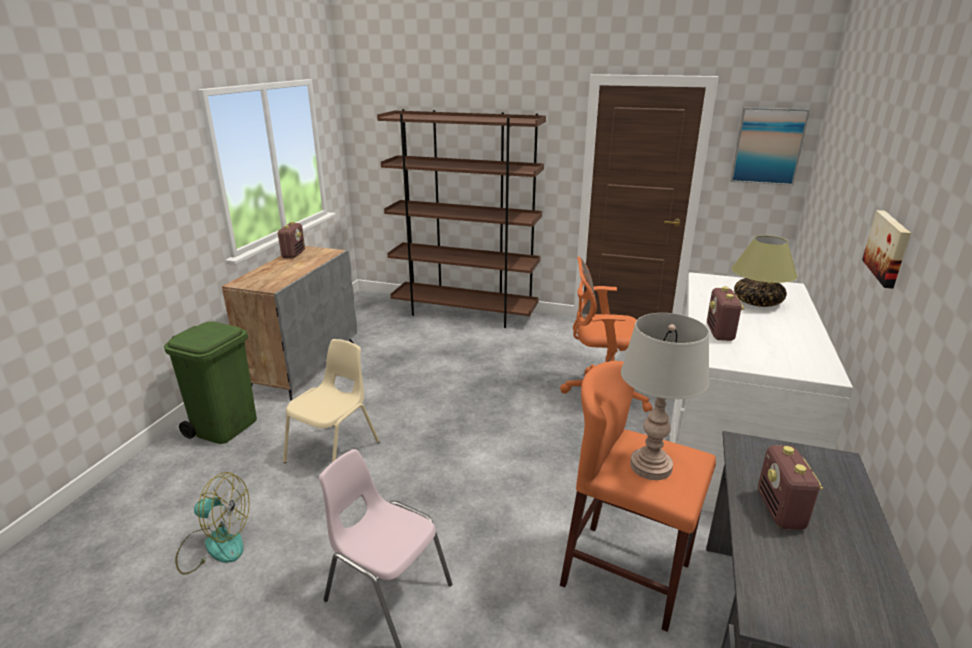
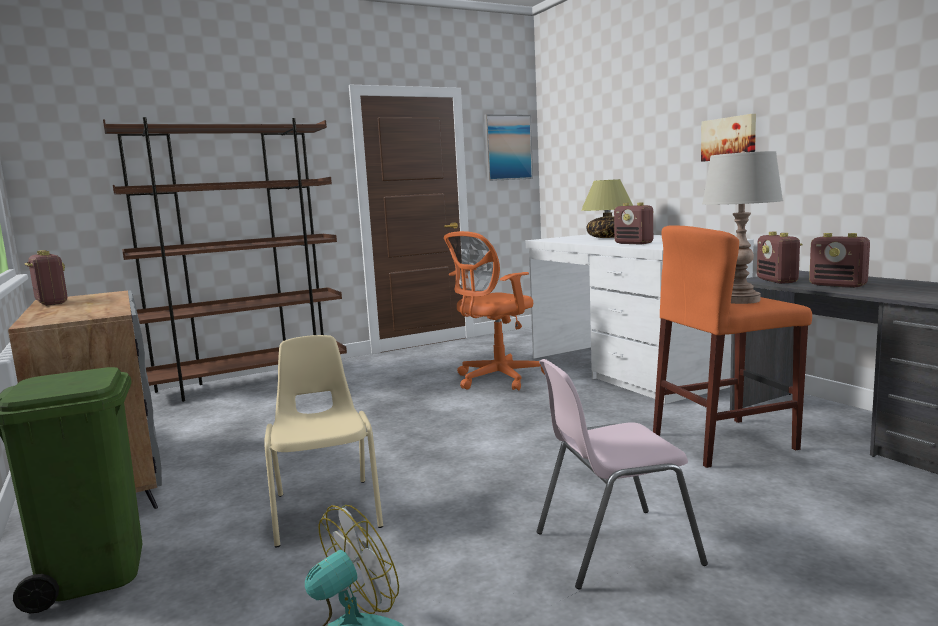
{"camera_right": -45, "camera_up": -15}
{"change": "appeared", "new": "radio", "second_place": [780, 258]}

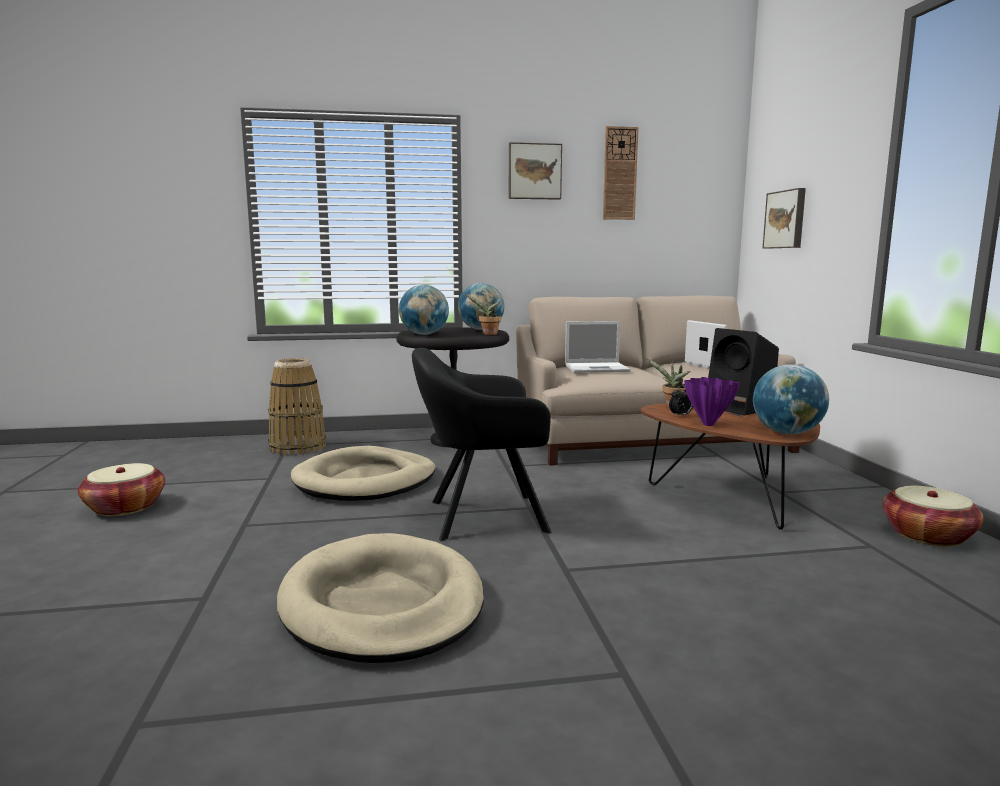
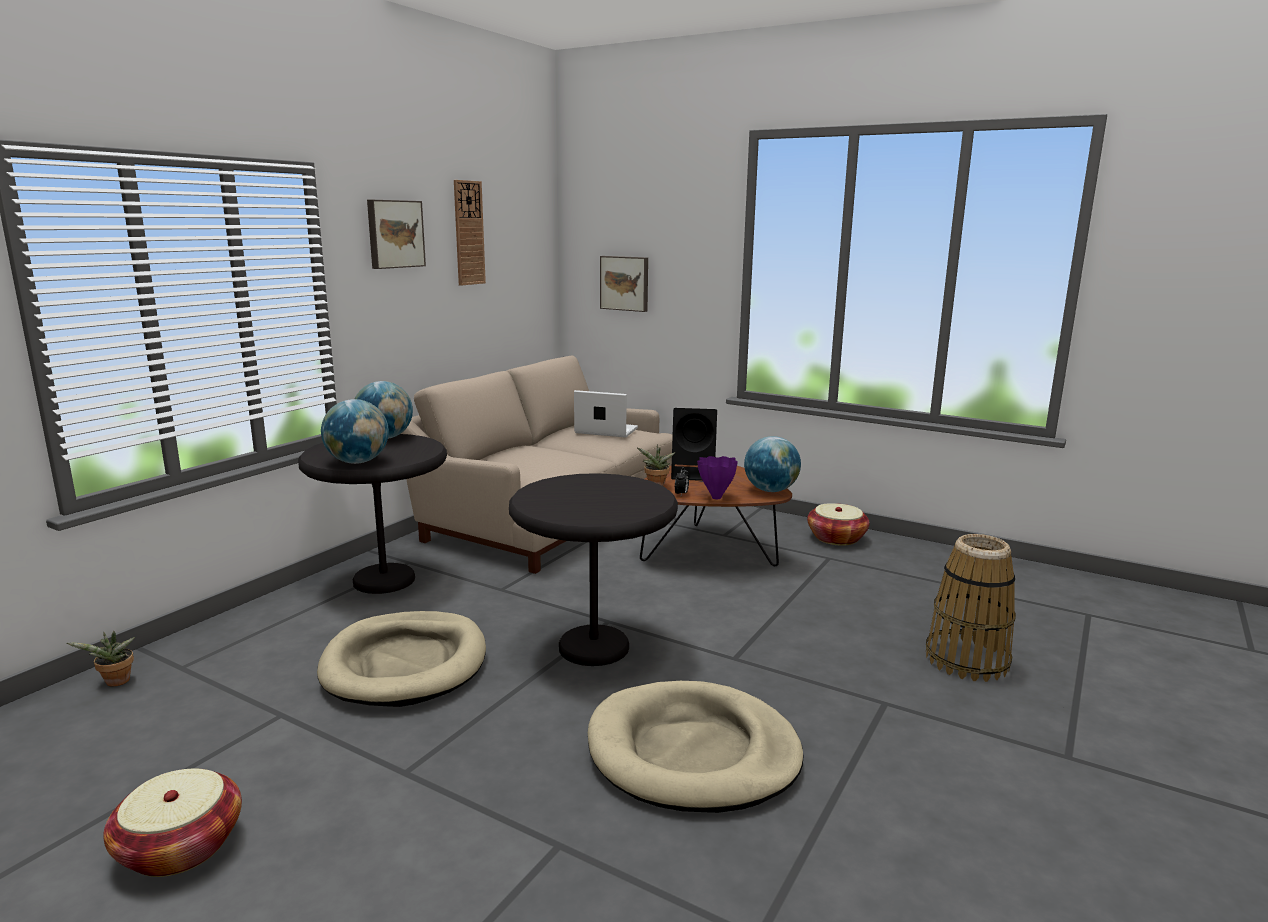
{"camera_right": -50, "camera_up": 5}
{"change": "missing", "old": "portátil", "first_place": [598, 347]}
{"change": "relocated", "old": "cesta", "first_place": [297, 406], "second_place": [971, 608]}
{"change": "relocated", "old": "planta en maceta", "first_place": [483, 314], "second_place": [101, 659]}
{"change": "exchanged", "old": "sillón [negro]", "new": "mesa auxiliar [negro]", "first_place": [482, 444], "second_place": [593, 569]}

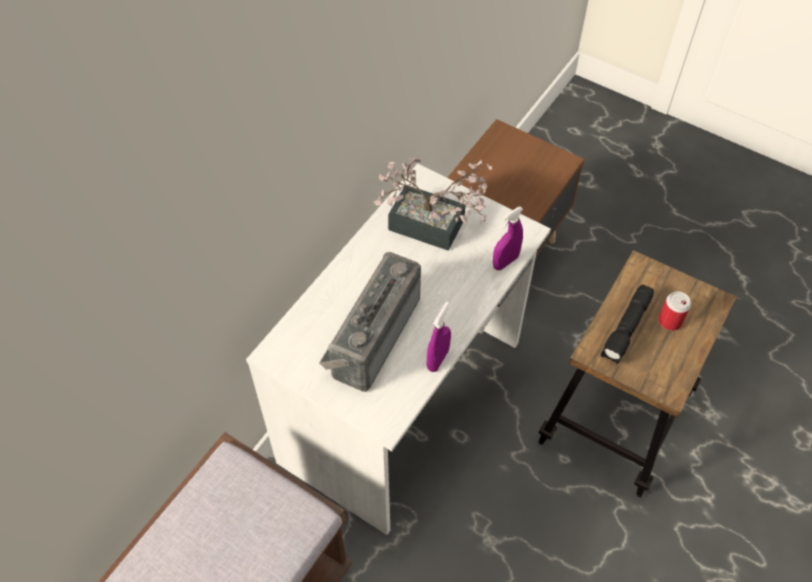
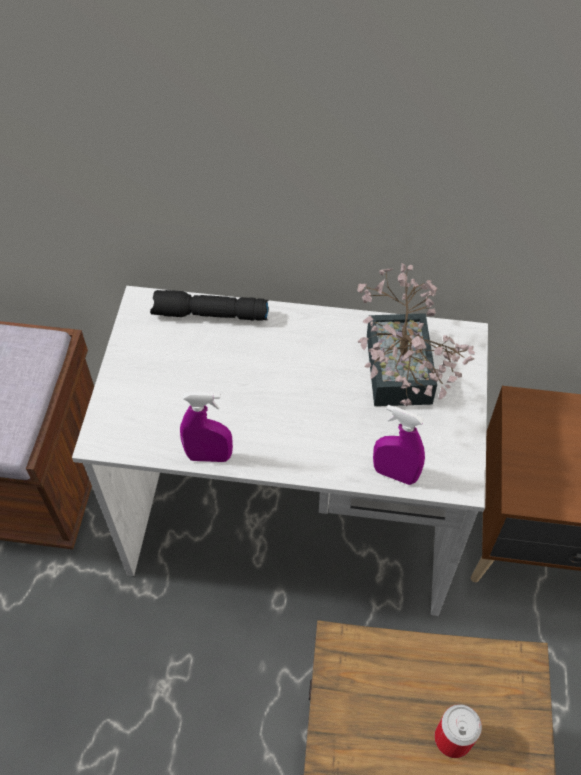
{"camera_right": 65, "camera_up": 0}
{"change": "missing", "old": "radio", "first_place": [370, 322]}
{"change": "relocated", "old": "linterna [negro]", "first_place": [627, 324], "second_place": [209, 305]}

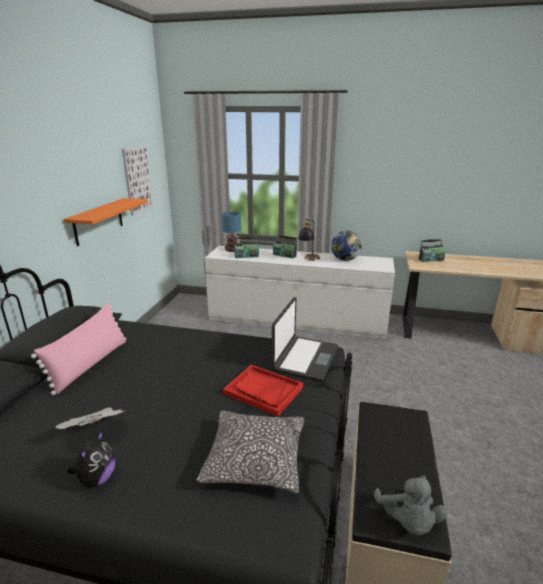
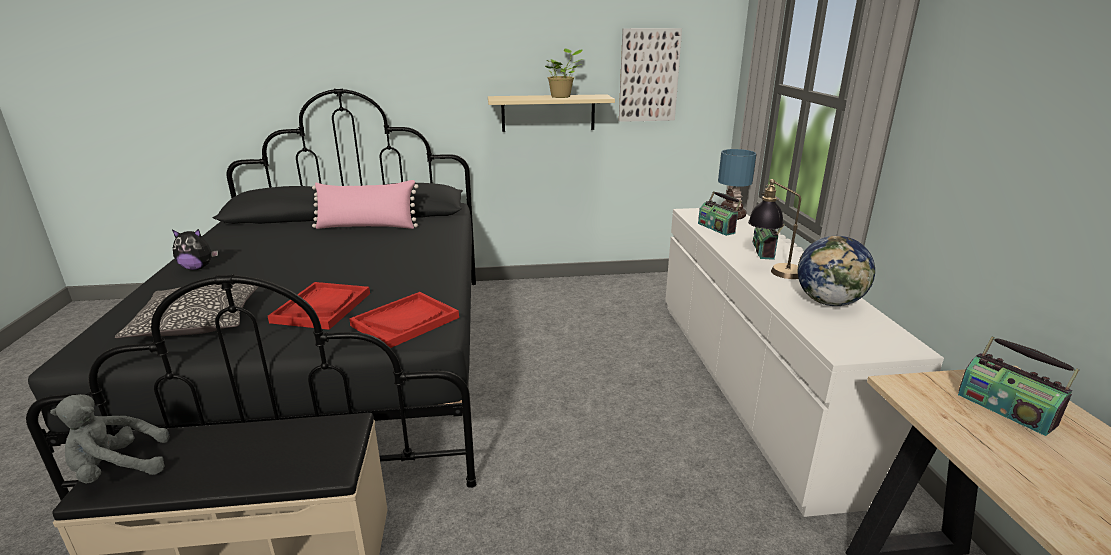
{"camera_right": 70, "camera_up": 0}
{"change": "missing", "old": "periódico", "first_place": [89, 418]}
{"change": "appeared", "new": "planta en maceta", "second_place": [564, 73]}
{"change": "exchanged", "old": "portátil", "new": "bandeja [rojo]", "first_place": [305, 339], "second_place": [404, 320]}
{"change": "colour", "old": "estante [naranja]", "new": "estante [beis]", "first_place": [105, 222], "second_place": [551, 113]}

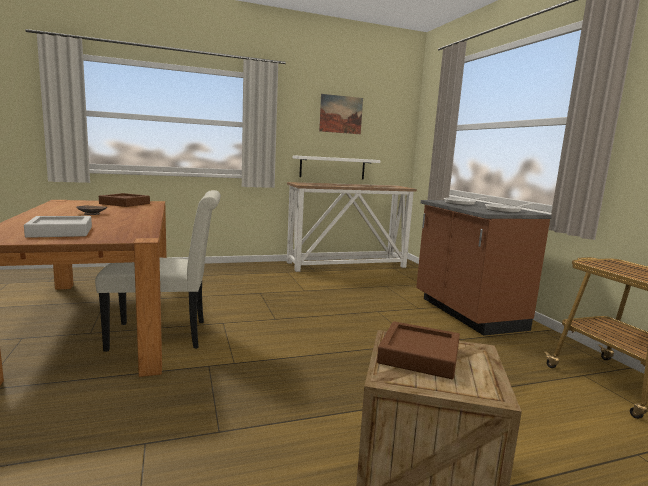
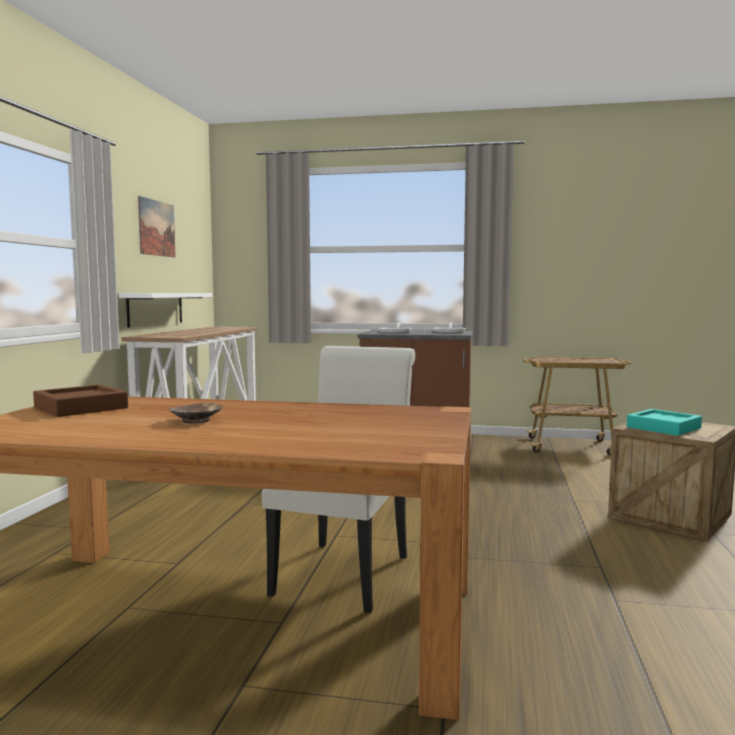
{"camera_right": -60, "camera_up": -5}
{"change": "missing", "old": "bandeja [gris]", "first_place": [58, 227]}
{"change": "colour", "old": "bandeja [marrón]", "new": "bandeja [turquesa]", "first_place": [418, 350], "second_place": [664, 422]}

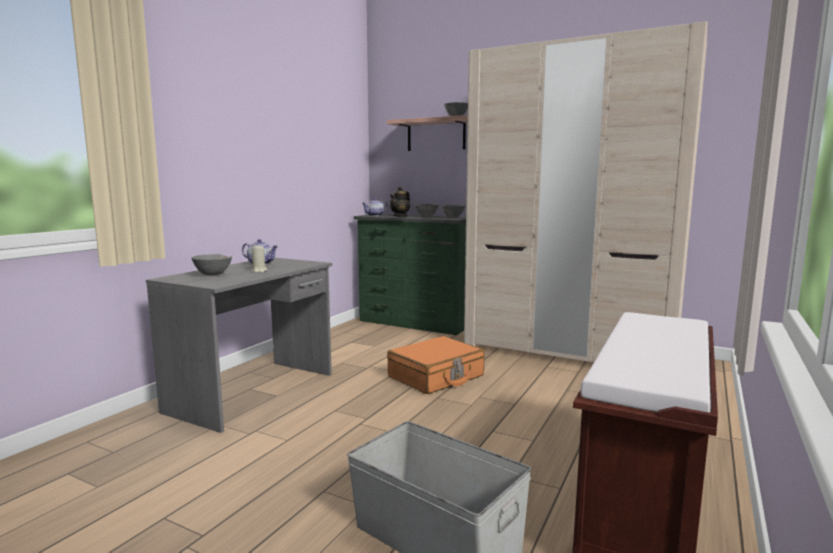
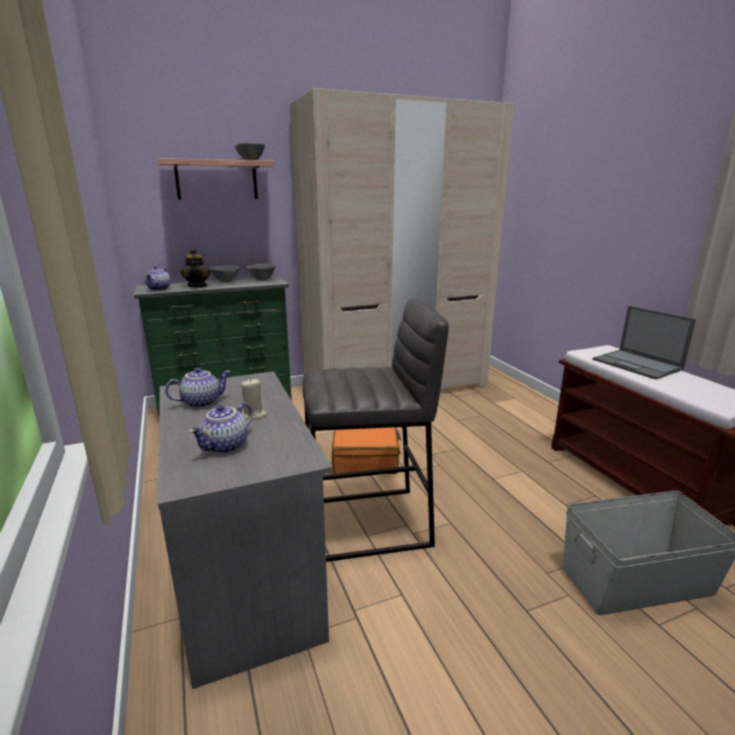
{"camera_right": -50, "camera_up": 10}
{"change": "appeared", "new": "taburete [gris]", "second_place": [375, 430]}
{"change": "appeared", "new": "portátil", "second_place": [644, 342]}
{"change": "exchanged", "old": "cuenco [gris]", "new": "tetera", "first_place": [211, 264], "second_place": [221, 428]}

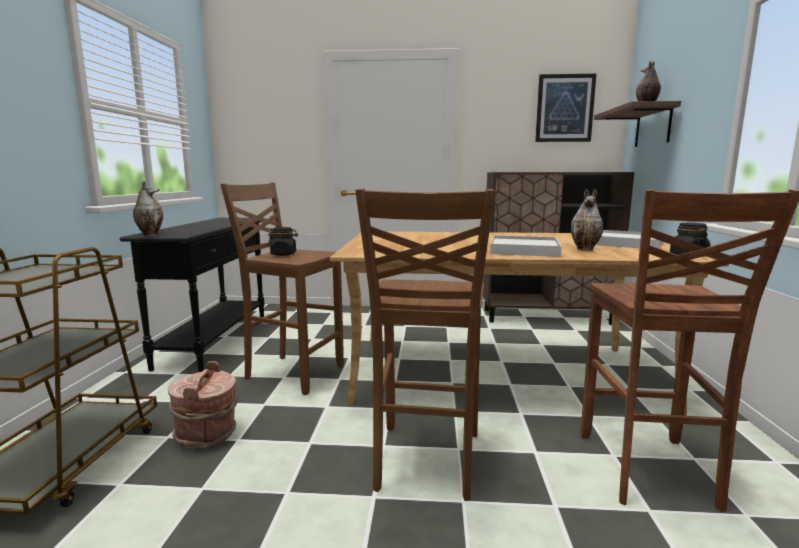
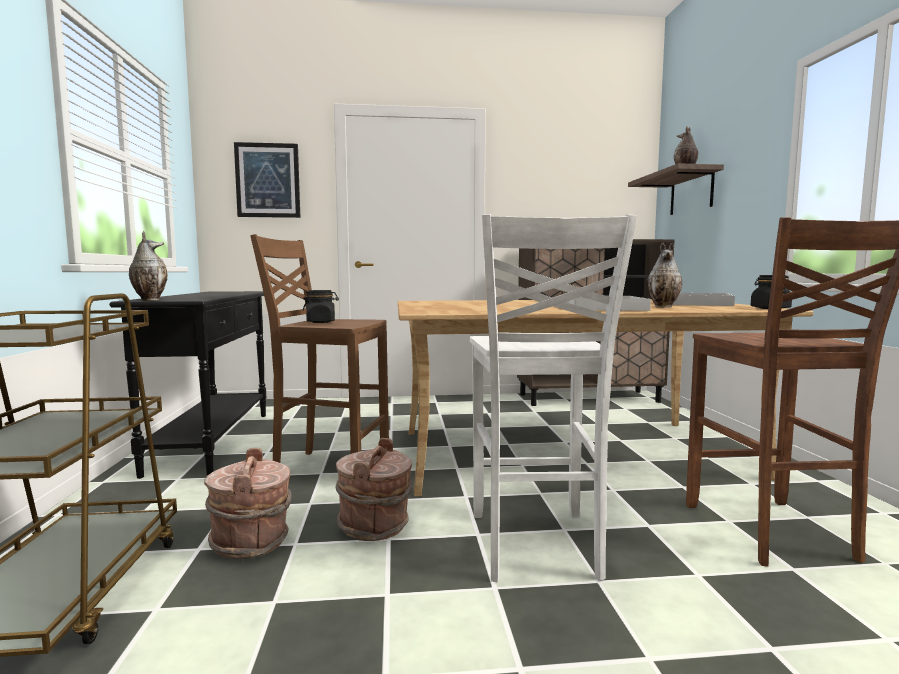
{"camera_right": -10, "camera_up": -5}
{"change": "appeared", "new": "cubo [marrón]", "second_place": [373, 489]}
{"change": "relocated", "old": "cuadro", "first_place": [565, 108], "second_place": [267, 180]}
{"change": "colour", "old": "taburete [marrón]", "new": "taburete [blanco]", "first_place": [425, 344], "second_place": [553, 398]}

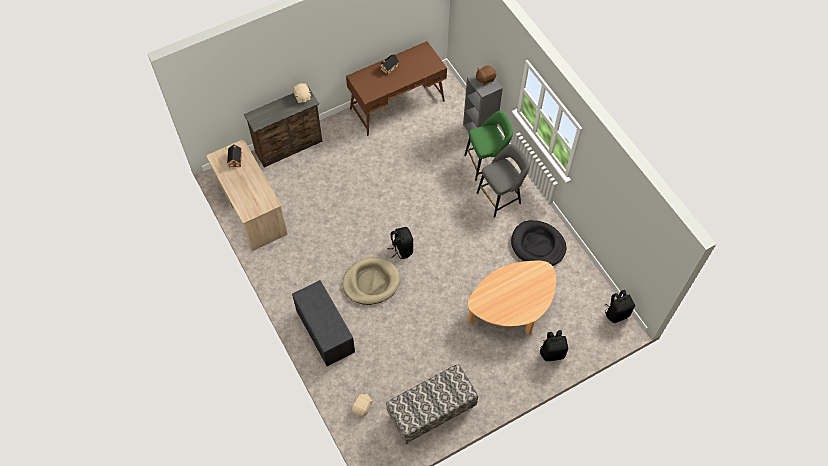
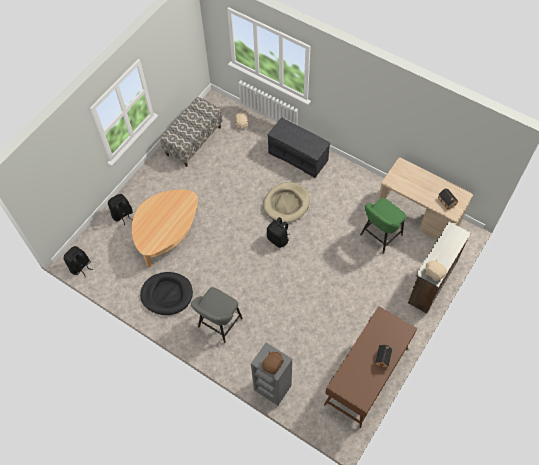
{"camera_right": 155, "camera_up": 0}
{"change": "relocated", "old": "taburete [verde]", "first_place": [488, 146], "second_place": [383, 226]}

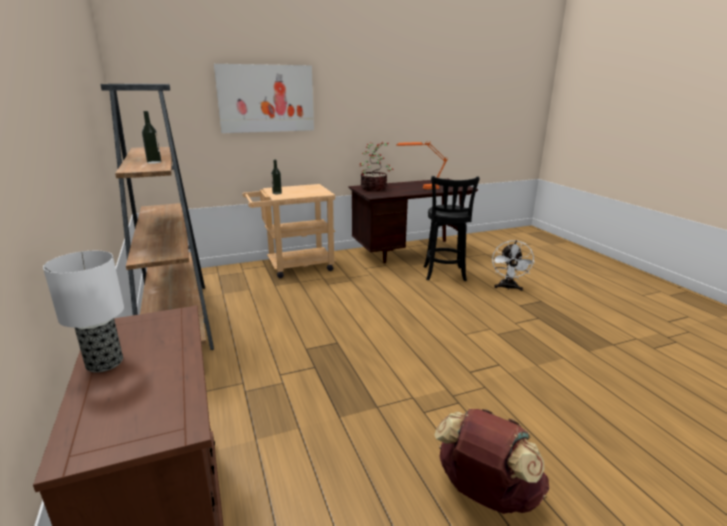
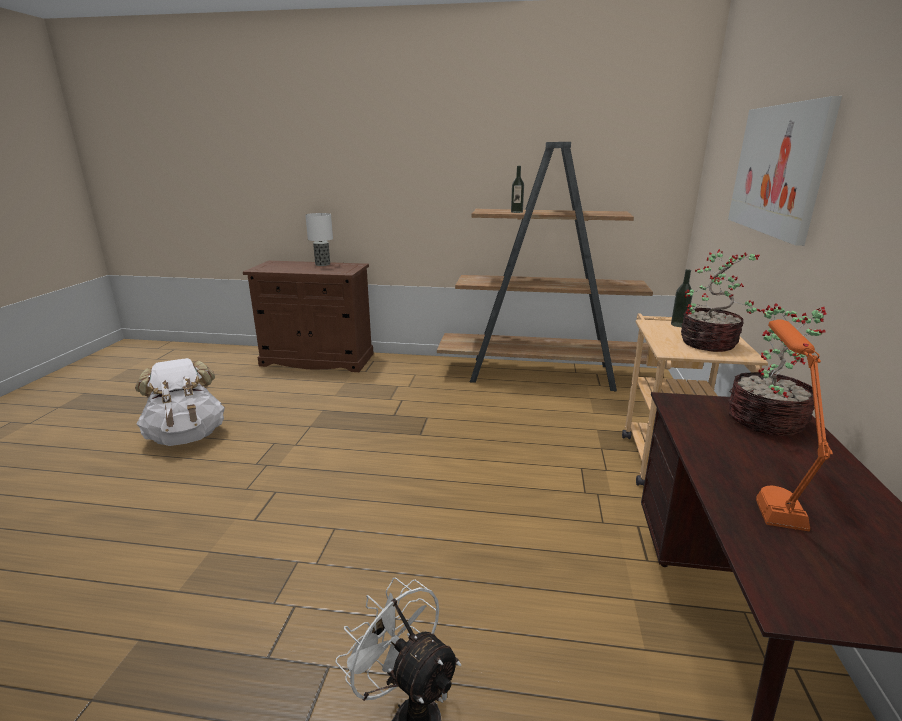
{"camera_right": 120, "camera_up": 0}
{"change": "missing", "old": "taburete [negro]", "first_place": [452, 228]}
{"change": "appeared", "new": "planta en maceta", "second_place": [721, 300]}
{"change": "colour", "old": "mochila [marrón]", "new": "mochila [blanco]", "first_place": [492, 461], "second_place": [180, 402]}

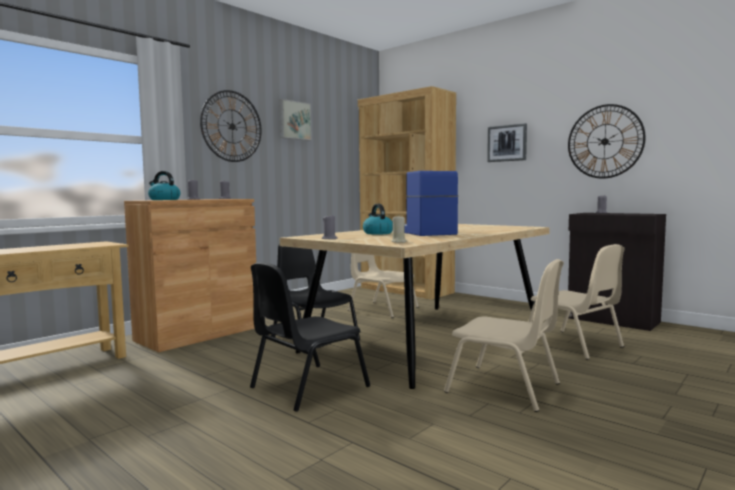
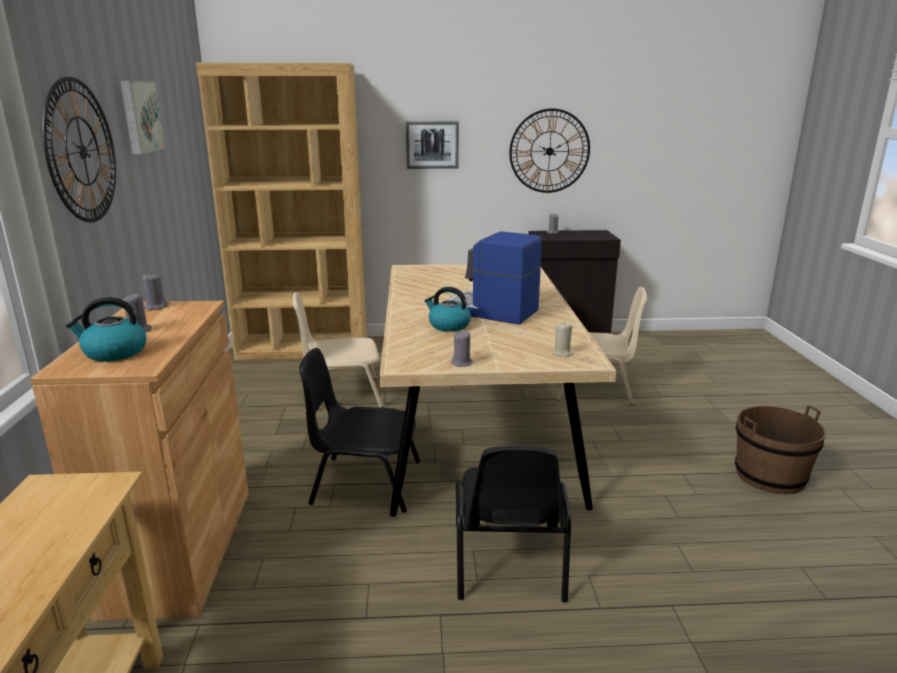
{"camera_right": -45, "camera_up": 15}
{"change": "missing", "old": "silla [beis]", "first_place": [504, 335]}
{"change": "appeared", "new": "cubo [marrón]", "second_place": [780, 449]}

